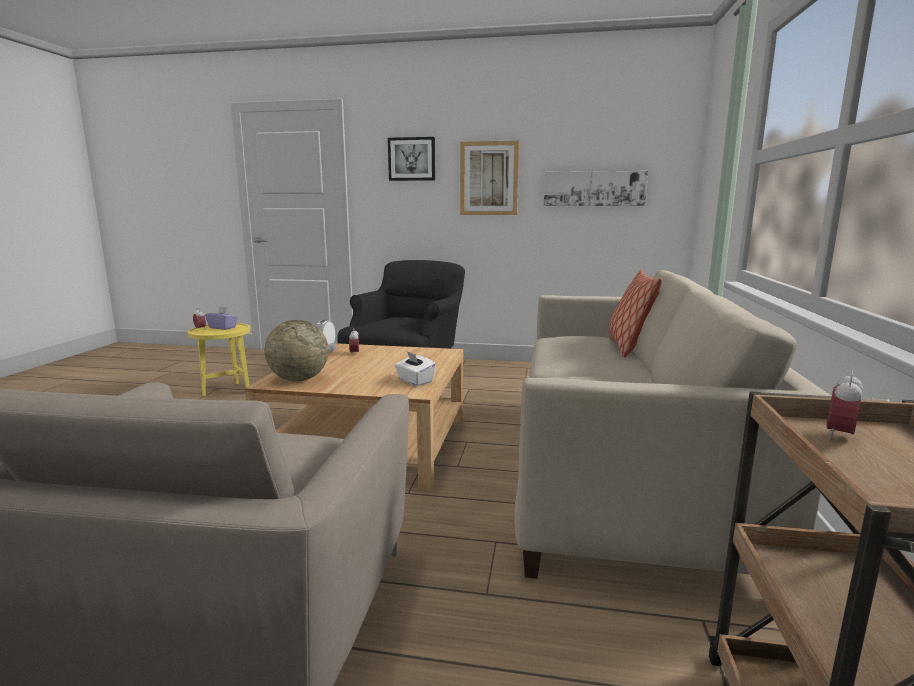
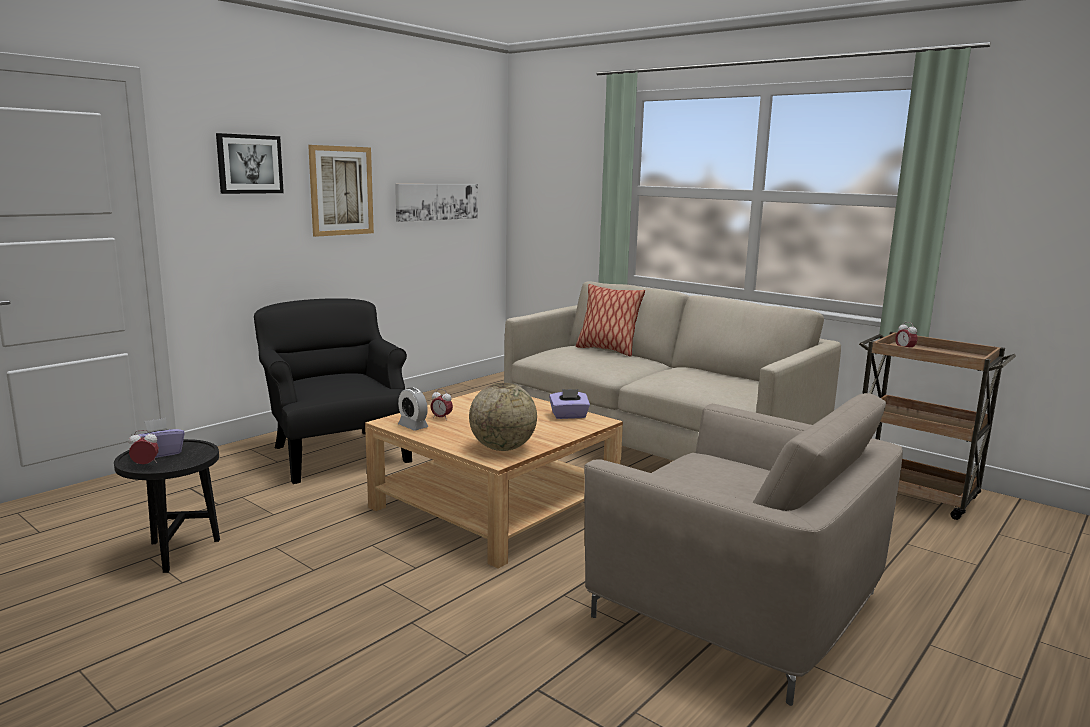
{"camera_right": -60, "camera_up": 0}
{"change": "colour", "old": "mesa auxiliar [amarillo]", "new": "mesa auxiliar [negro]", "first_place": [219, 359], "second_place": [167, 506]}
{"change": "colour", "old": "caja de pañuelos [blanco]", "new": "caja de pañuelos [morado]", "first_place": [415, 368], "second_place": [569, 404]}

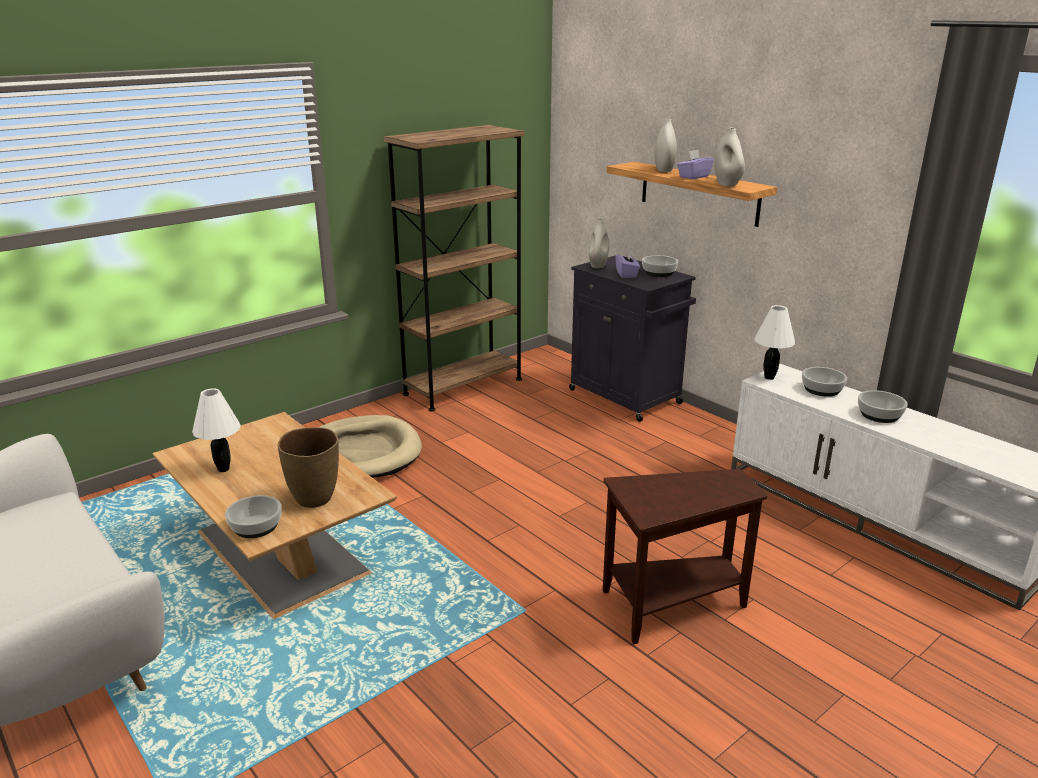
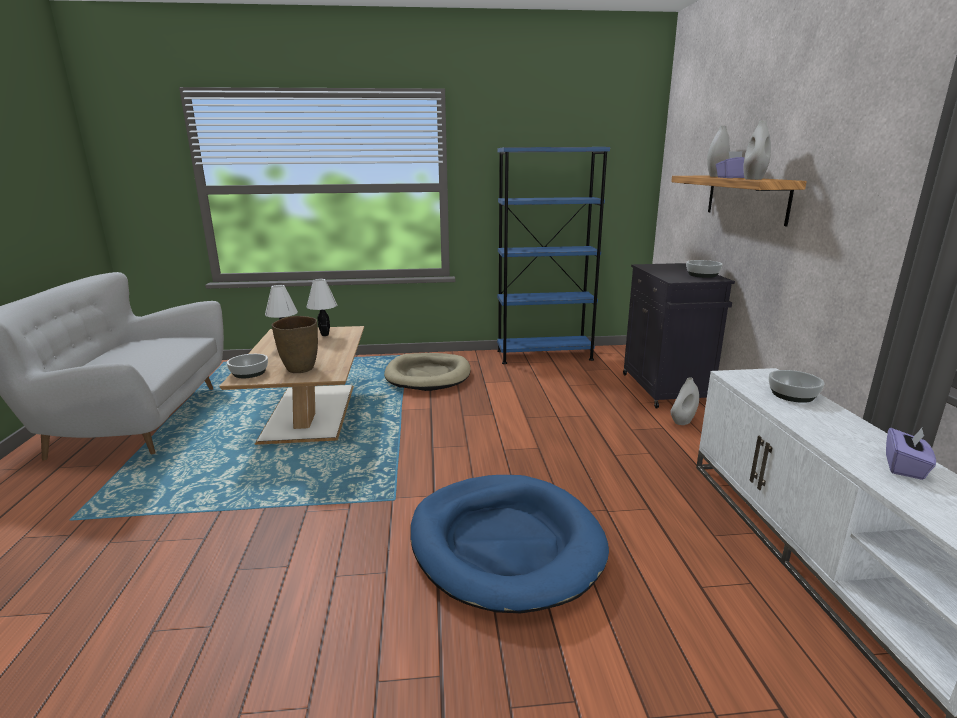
{"camera_right": 35, "camera_up": -5}
{"change": "missing", "old": "cuenco", "first_place": [883, 406]}
{"change": "relocated", "old": "florero [blanco]", "first_place": [599, 243], "second_place": [685, 401]}
{"change": "relocated", "old": "caja de pañuelos [morado]", "first_place": [627, 264], "second_place": [911, 454]}
{"change": "relocated", "old": "lámpara de mesa [blanco]", "first_place": [774, 342], "second_place": [322, 307]}
{"change": "exchanged", "old": "mesa auxiliar [marrón]", "new": "cama para perro [azul]", "first_place": [685, 556], "second_place": [509, 544]}
{"change": "colour", "old": "estantería [marrón]", "new": "estantería [azul]", "first_place": [454, 268], "second_place": [553, 255]}

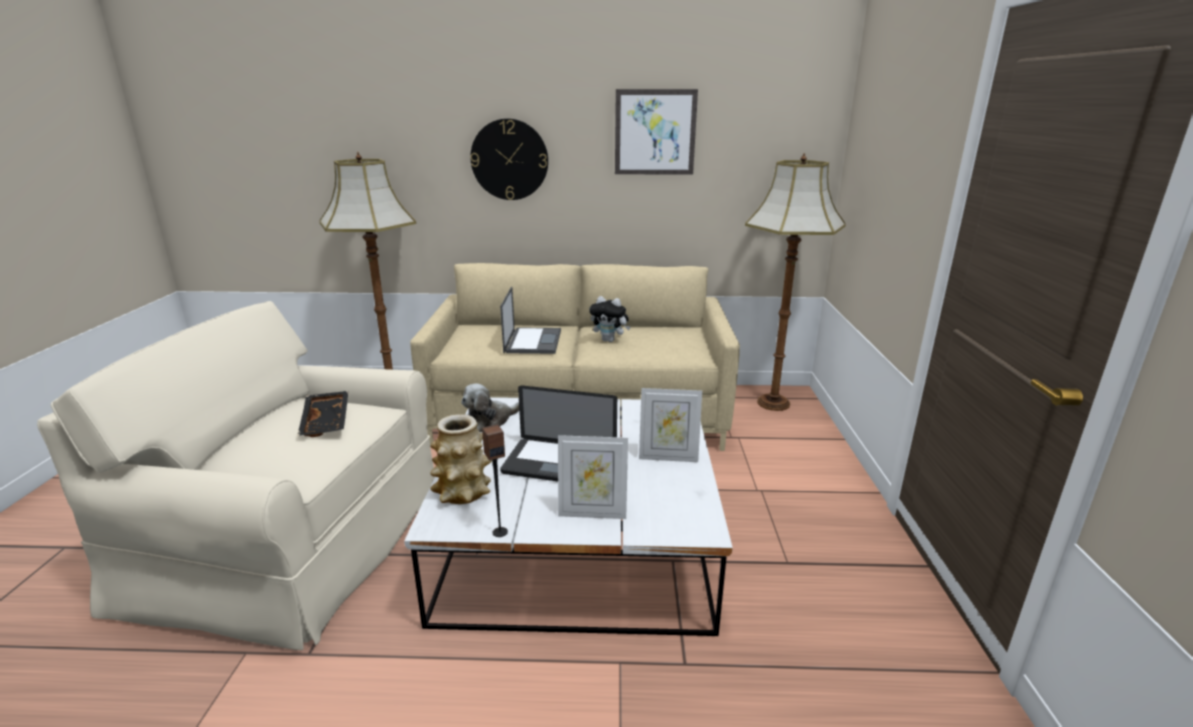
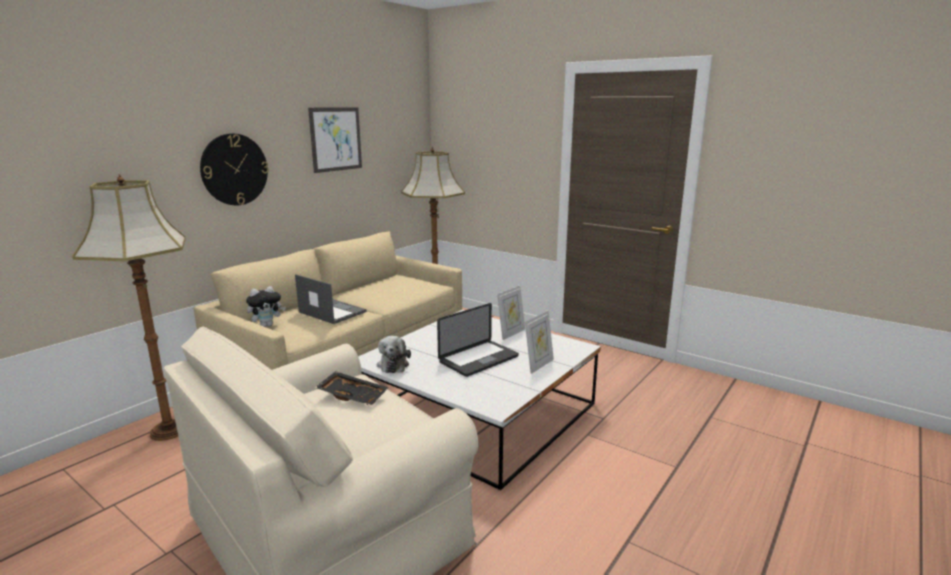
{"camera_right": -55, "camera_up": -5}
{"change": "missing", "old": "florero", "first_place": [461, 459]}
{"change": "missing", "old": "altavoz", "first_place": [495, 480]}
{"change": "relocated", "old": "peluche", "first_place": [610, 319], "second_place": [266, 306]}

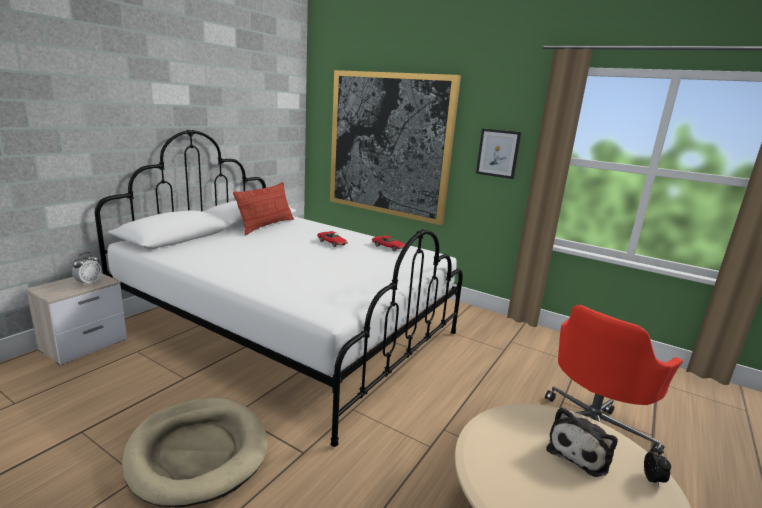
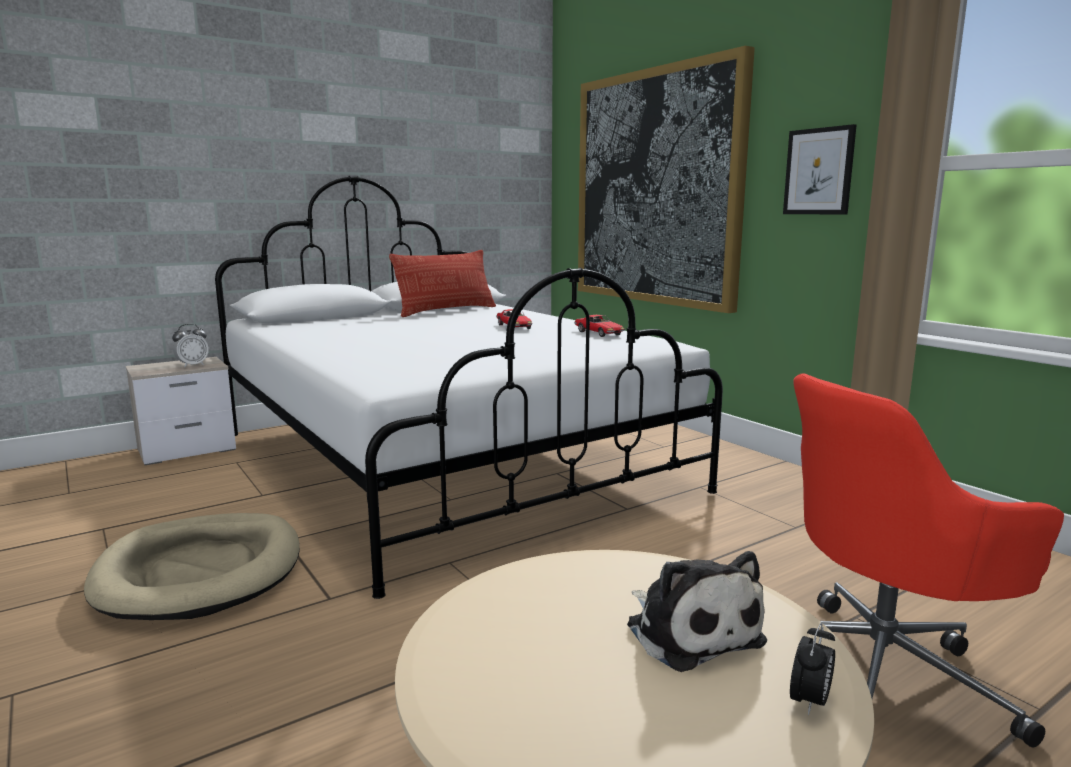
{"camera_right": 25, "camera_up": -5}
{"change": "spun", "old": "peluche", "first_place": [582, 442], "second_place": [697, 611], "degrees": -90}

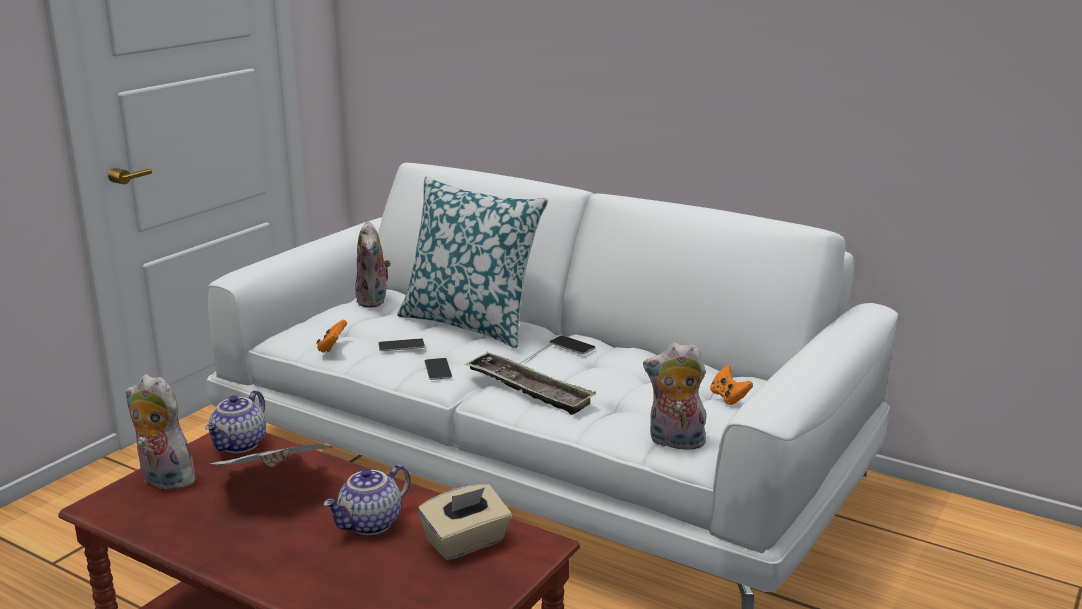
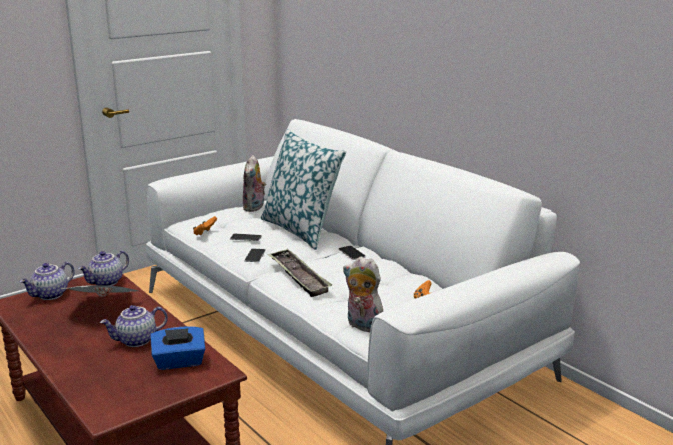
{"camera_right": 20, "camera_up": 0}
{"change": "exchanged", "old": "peluche", "new": "tetera", "first_place": [161, 432], "second_place": [47, 281]}
{"change": "colour", "old": "caja de pañuelos [beis]", "new": "caja de pañuelos [azul]", "first_place": [465, 522], "second_place": [177, 348]}

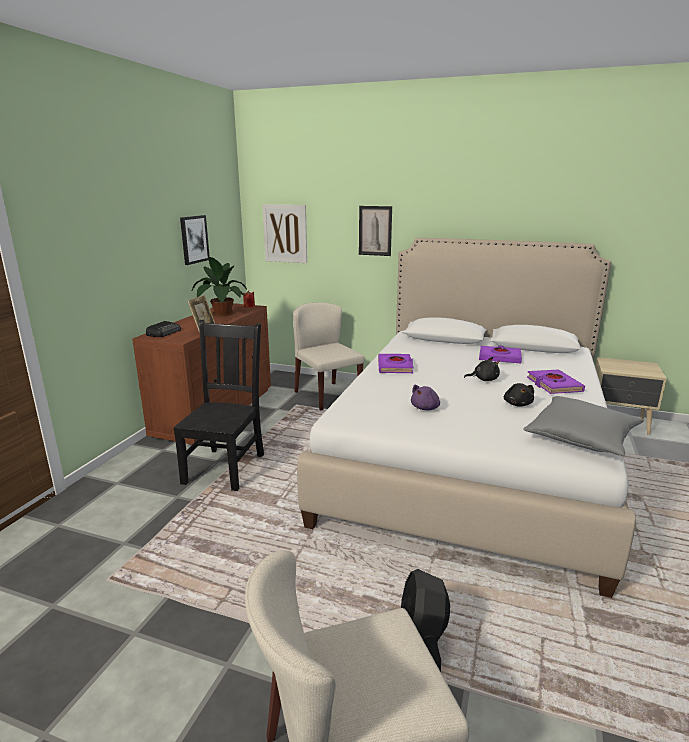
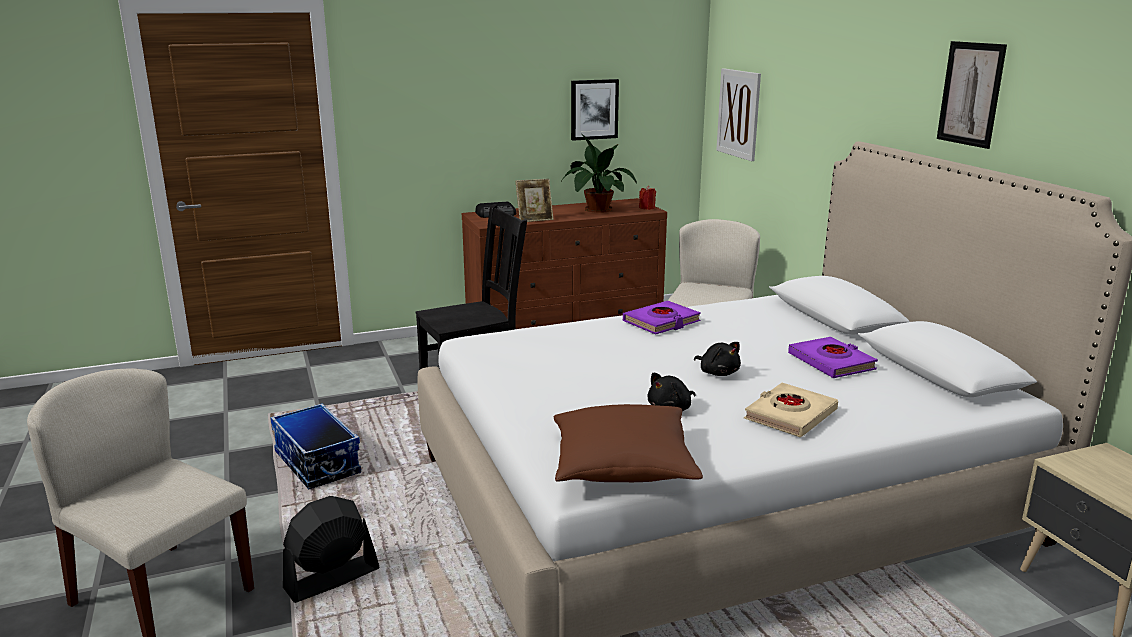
{"camera_right": 50, "camera_up": 0}
{"change": "missing", "old": "peluche [morado]", "first_place": [425, 397]}
{"change": "appeared", "new": "caja de almacenaje", "second_place": [315, 446]}
{"change": "relocated", "old": "cuadro", "first_place": [375, 231], "second_place": [972, 95]}
{"change": "colour", "old": "cojín [gris]", "new": "cojín [marrón]", "first_place": [583, 426], "second_place": [628, 443]}
{"change": "colour", "old": "libro [morado]", "new": "libro [beis]", "first_place": [556, 381], "second_place": [791, 410]}

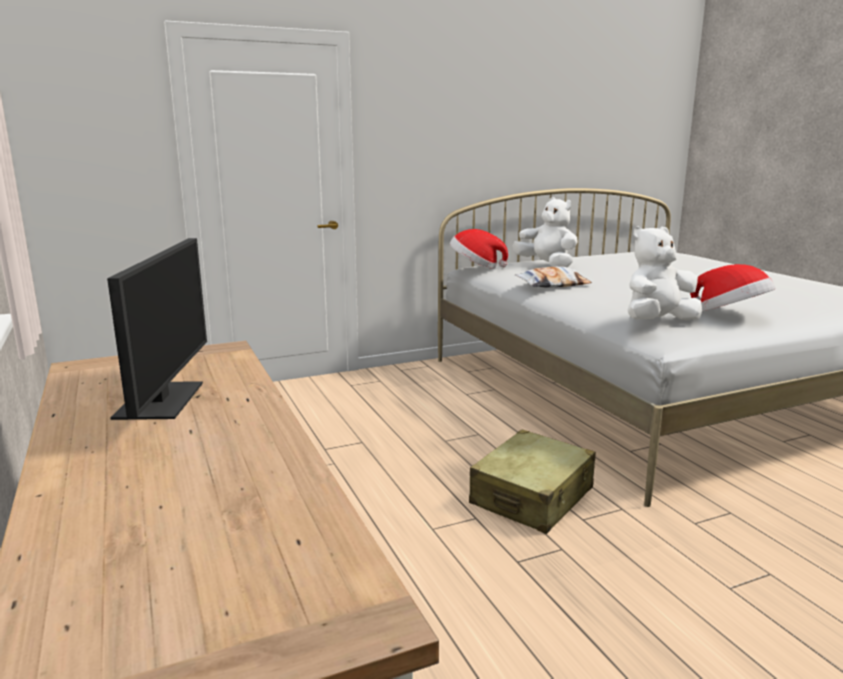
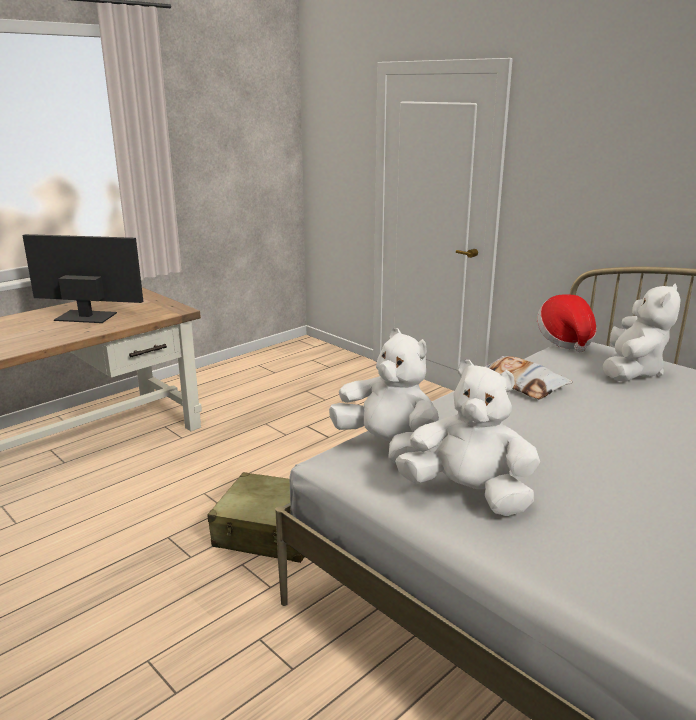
{"camera_right": 70, "camera_up": 5}
{"change": "exchanged", "old": "sombrero", "new": "peluche [blanco]", "first_place": [732, 287], "second_place": [467, 438]}
{"change": "spun", "old": "monitor", "first_place": [157, 329], "second_place": [82, 278], "degrees": -150}

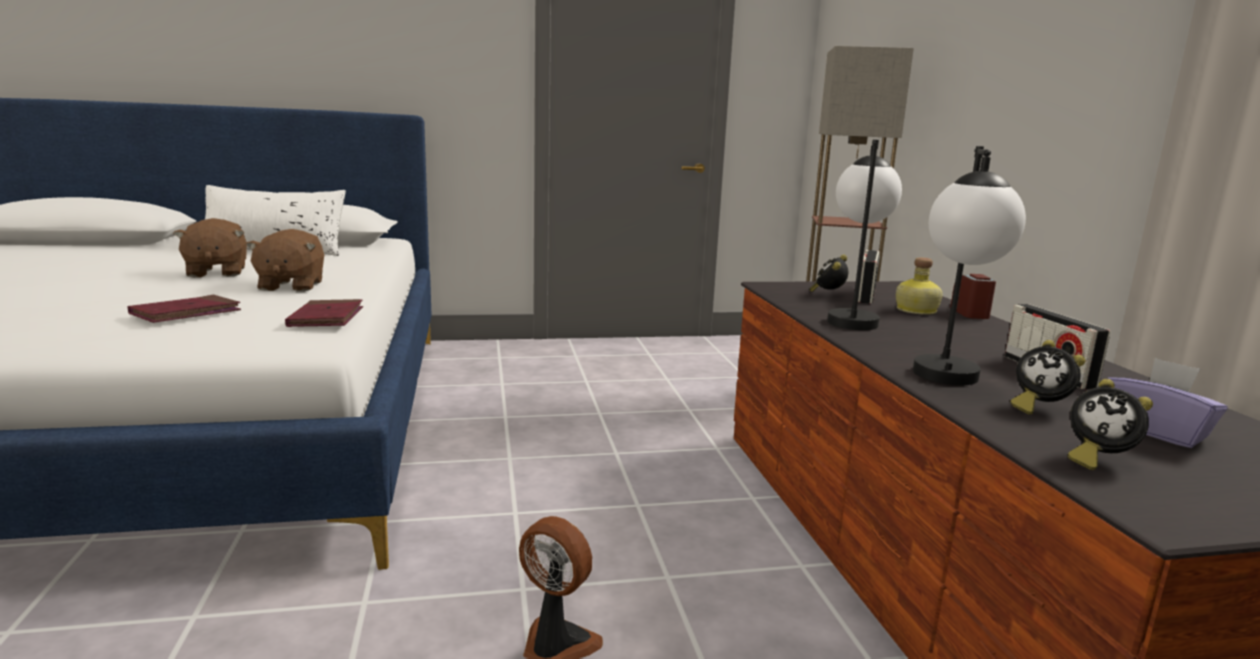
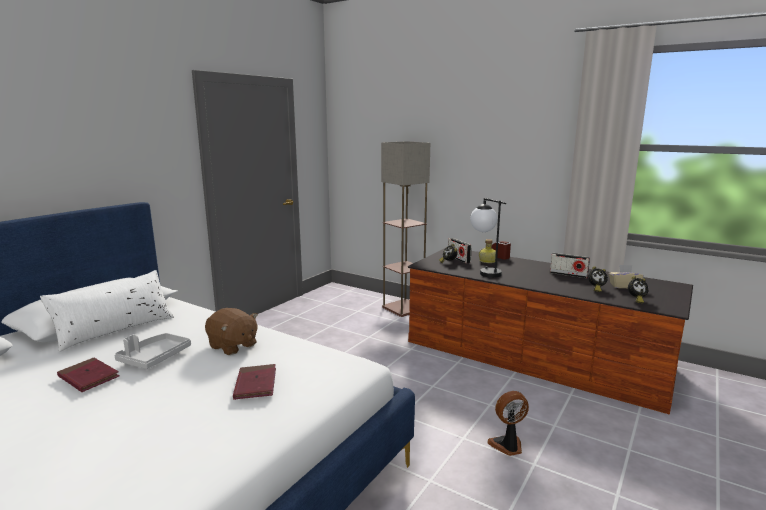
{"camera_right": -45, "camera_up": 0}
{"change": "missing", "old": "lámpara de mesa", "first_place": [969, 265]}
{"change": "relocated", "old": "libro [rojo]", "first_place": [324, 313], "second_place": [88, 375]}
{"change": "exchanged", "old": "peluche [marrón]", "new": "bandeja [gris]", "first_place": [210, 248], "second_place": [152, 351]}
{"change": "colour", "old": "caja de pañuelos [morado]", "new": "caja de pañuelos [beis]", "first_place": [1167, 403], "second_place": [626, 276]}

